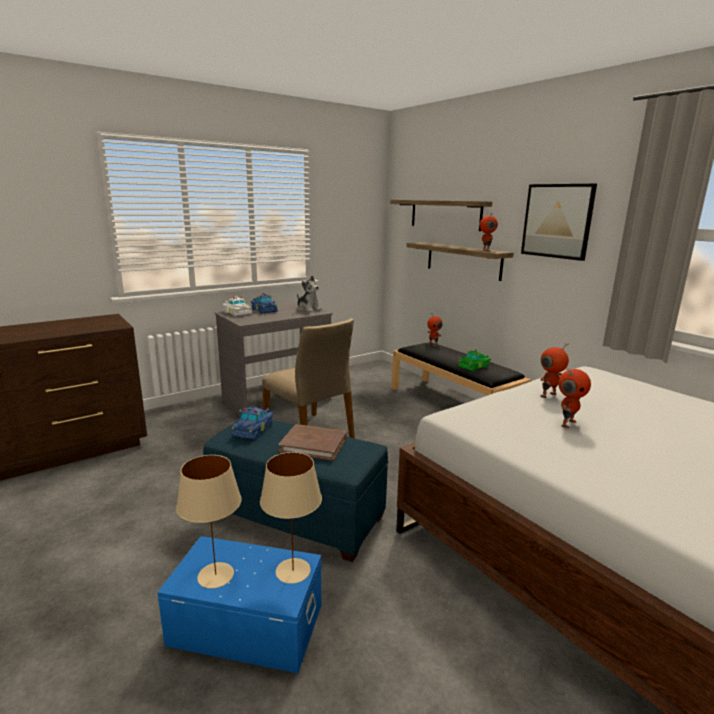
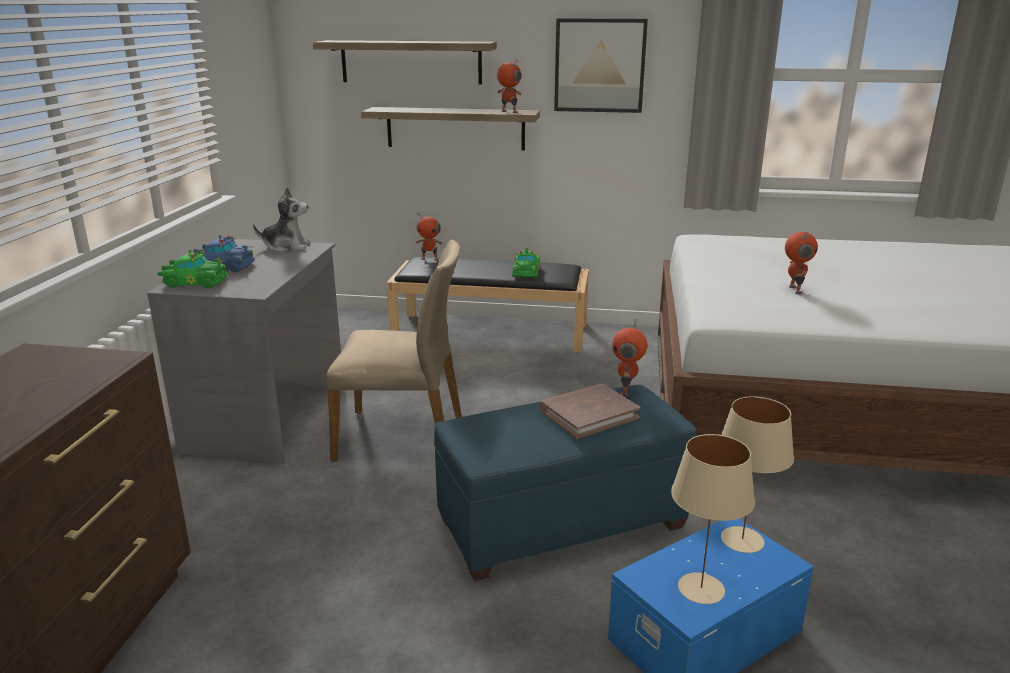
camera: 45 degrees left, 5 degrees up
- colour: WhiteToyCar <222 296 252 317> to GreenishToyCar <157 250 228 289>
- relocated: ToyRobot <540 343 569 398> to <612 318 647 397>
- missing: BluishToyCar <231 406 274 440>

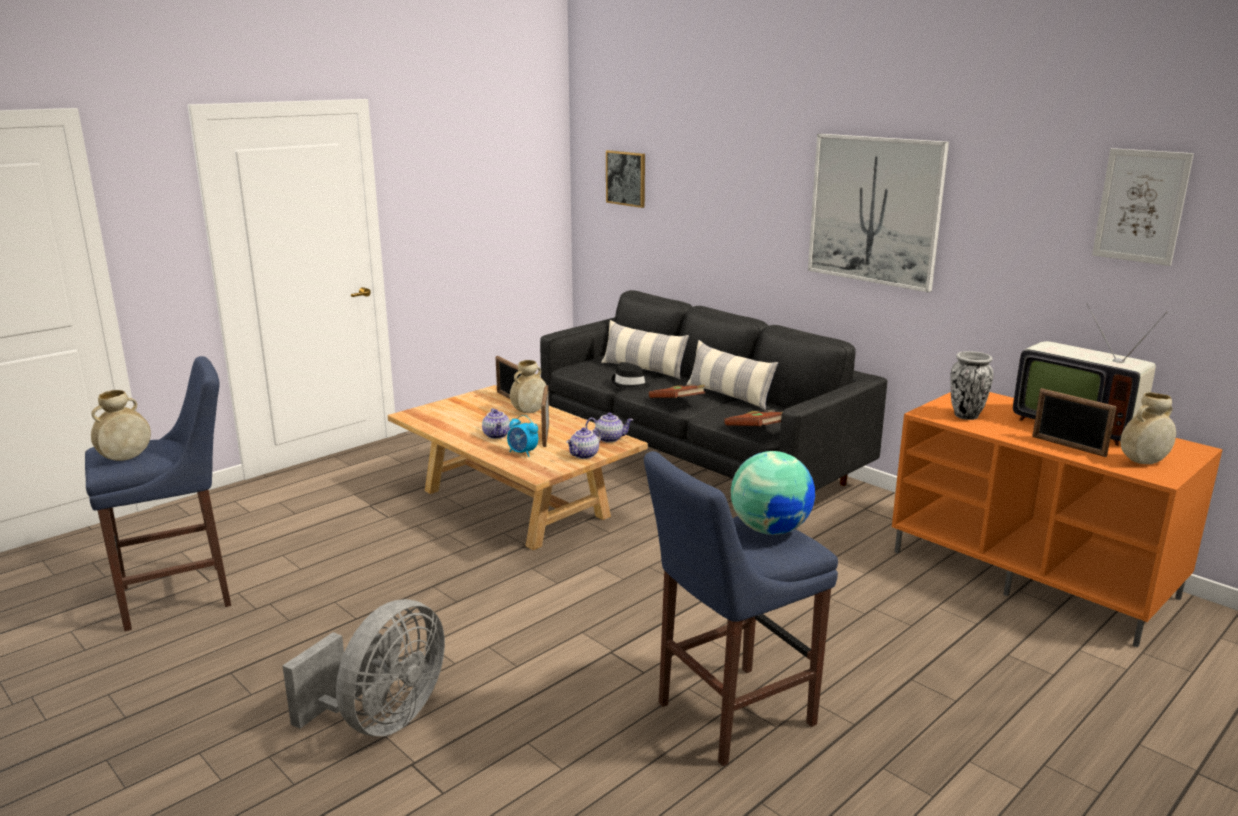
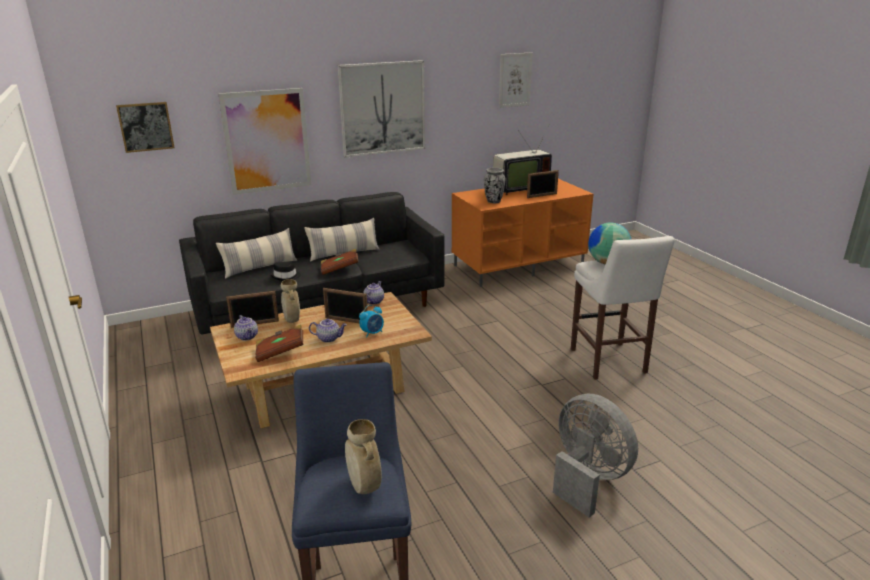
camera: 70 degrees left, 5 degrees up
- appeared: WallPicture <218 88 311 195>
- relocated: PotForTea <566 427 601 459> to <234 315 258 341>
- relocated: BrownColouredBook <724 410 783 426> to <255 325 303 362>
- colour: BluishStoolSeat <644 451 838 766> to WhiteStoolSeat <571 236 675 380>
- missing: SandColouredVase <1121 392 1176 464>

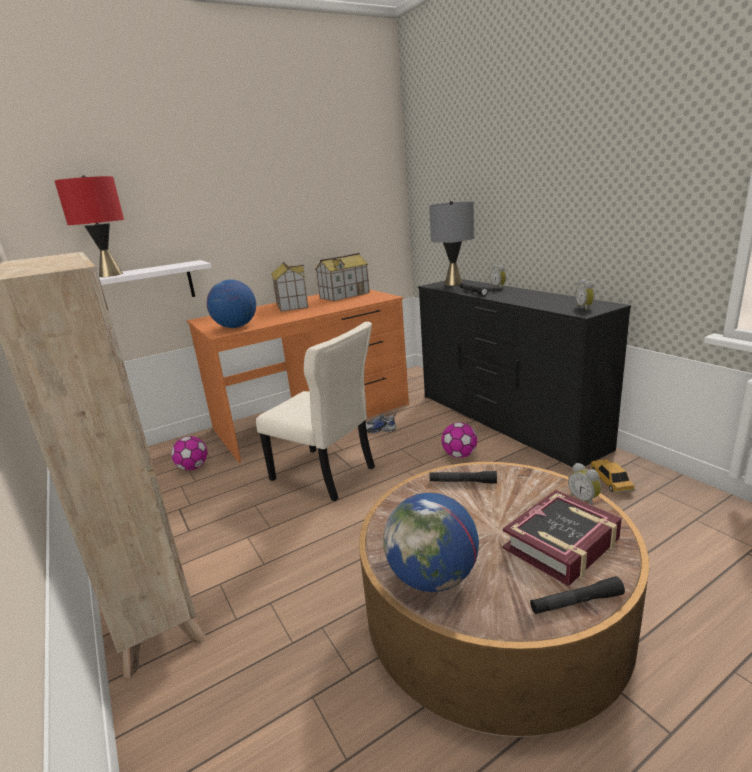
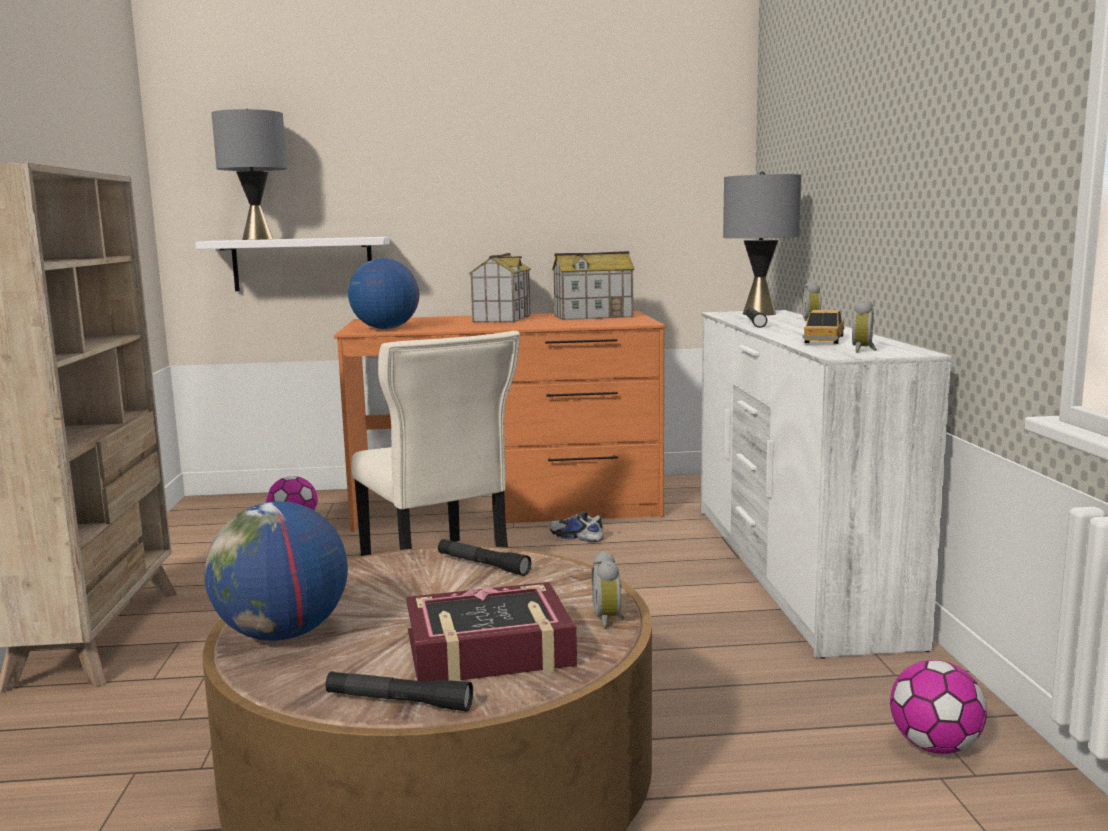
camera: 25 degrees right, 10 degrees down
- colour: ReddishLampForATable <55 175 124 277> to GreyishLampForATable <212 109 287 240>
- colour: BlackishDresser <418 279 631 467> to WhiteDresser <701 310 952 659>
- relocated: ToyCar <590 460 635 494> to <802 310 844 344>
- relocated: Football <441 422 477 458> to <890 660 987 754>

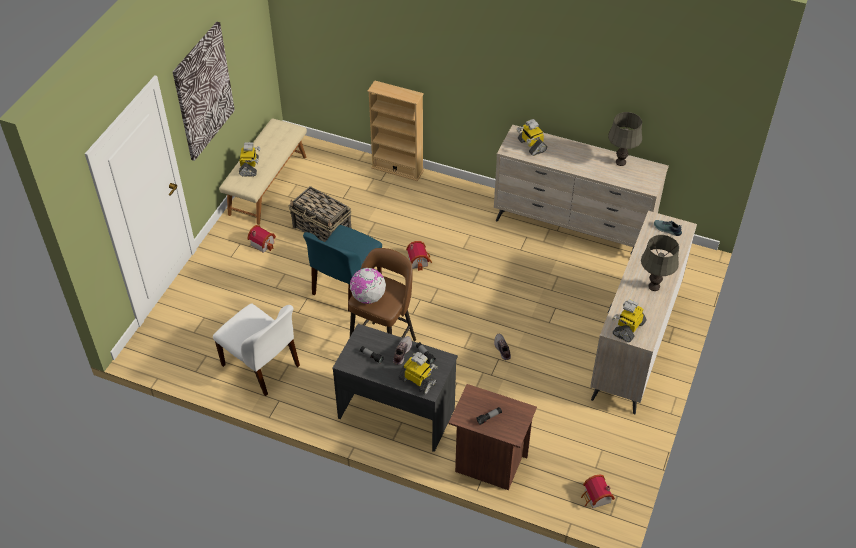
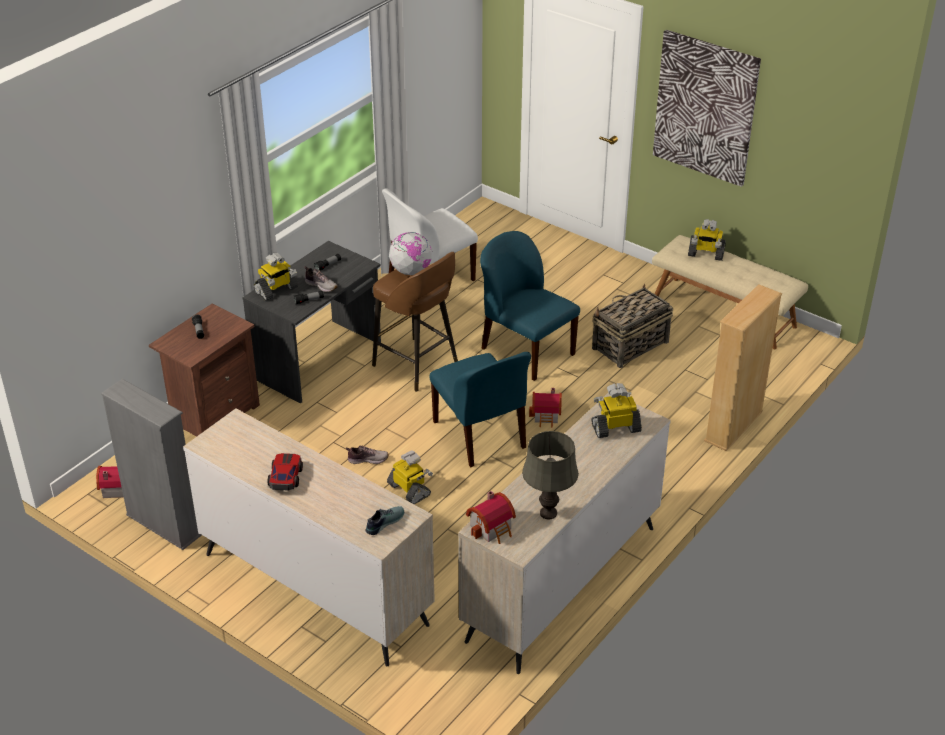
camera: 105 degrees right, 10 degrees down
- appeared: GreyishShelvingUnit <101 379 202 550>
- exchanged: GreyishLampForATable <641 235 679 291> to ToyCar <267 453 303 491>
- relocated: ToyRobot <612 299 646 342> to <387 450 433 504>
- appeared: BluishPlainChair <429 352 531 467>
- relocated: MiniatureHouse <248 225 276 253> to <466 491 516 544>

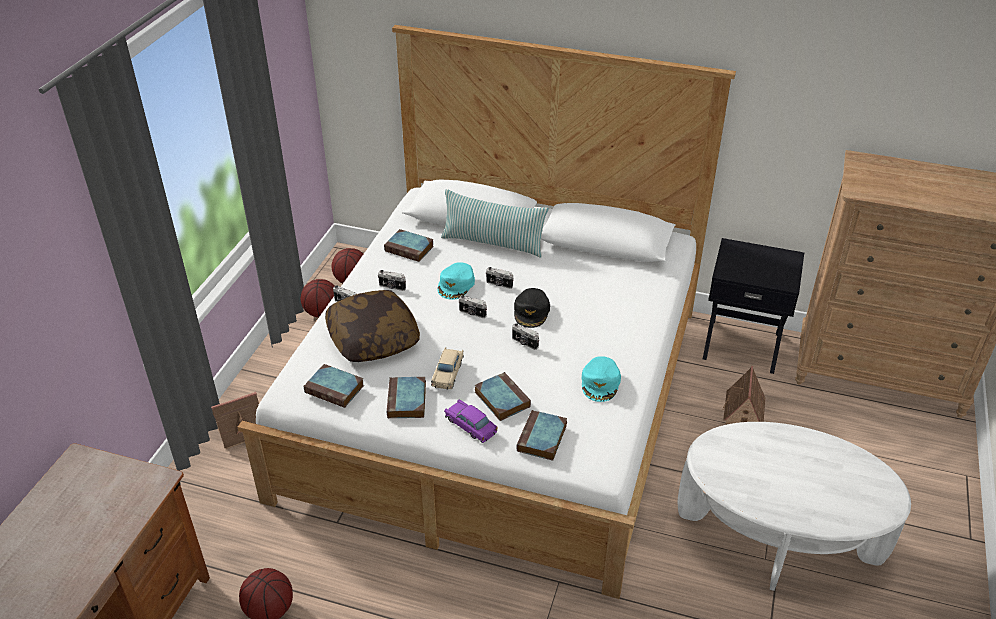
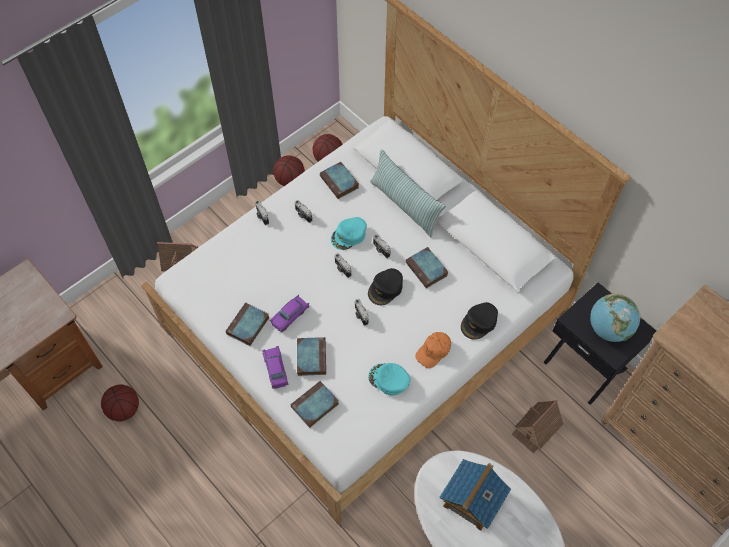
camera: 30 degrees right, 20 degrees up
- colour: SandColouredToyCar <431 347 464 390> to PurpleColouredToyCar <270 295 309 332>
- spun: TurquoiseColouredPeakedCap <582 356 621 402> = <368 363 411 395> 75 degrees clockwise
- relocated: Book <304 364 364 408> to <406 247 448 288>
- appeared: OrangeColouredPeakedCap <415 332 451 368>
- appeared: MiniatureHouse <440 459 511 531>
- appeared: BlackishPeakedCap <461 302 498 340>
- appeared: DeskGlobe <590 293 640 342>
- missing: Pillow <325 290 420 362>

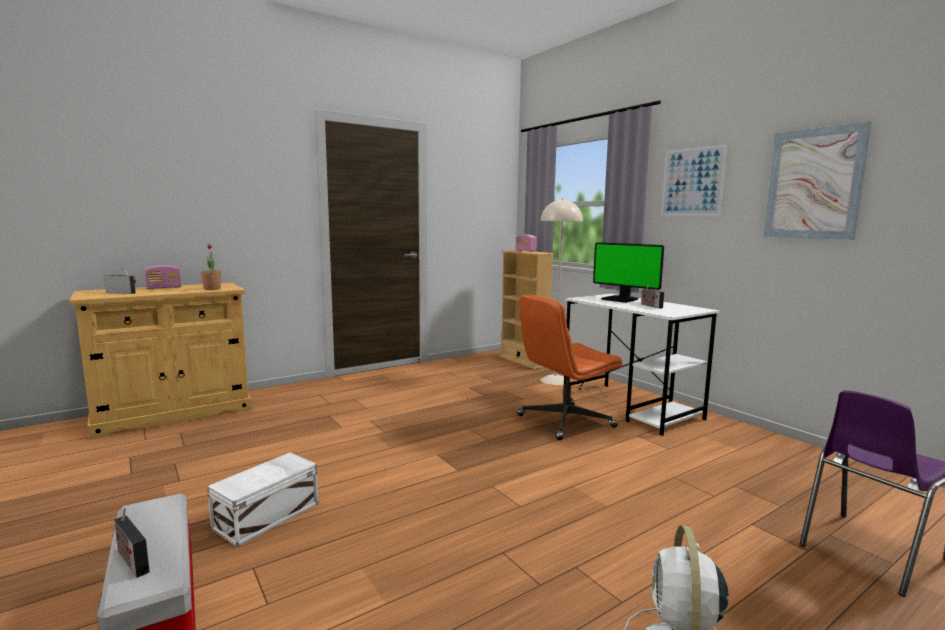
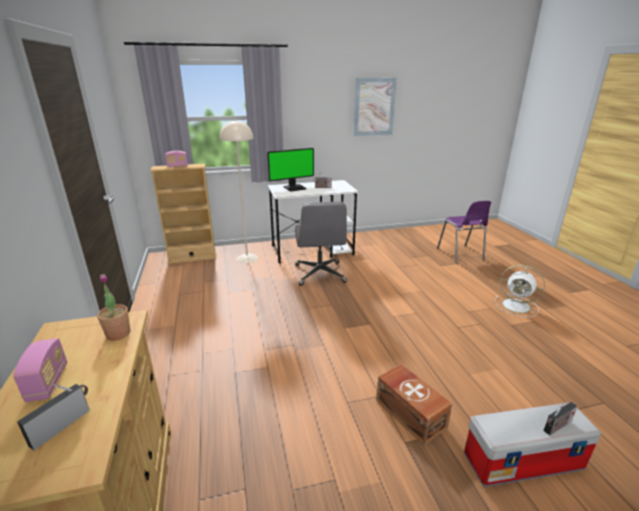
camera: 70 degrees left, 15 degrees up
- colour: OrangeColouredDeskChair <517 294 623 440> to GreyishDeskChair <295 202 347 286>
- colour: WhiteStorageContainer <207 453 319 547> to BrownColouredStorageContainer <376 364 452 445>
- missing: WallPicture <661 144 727 216>

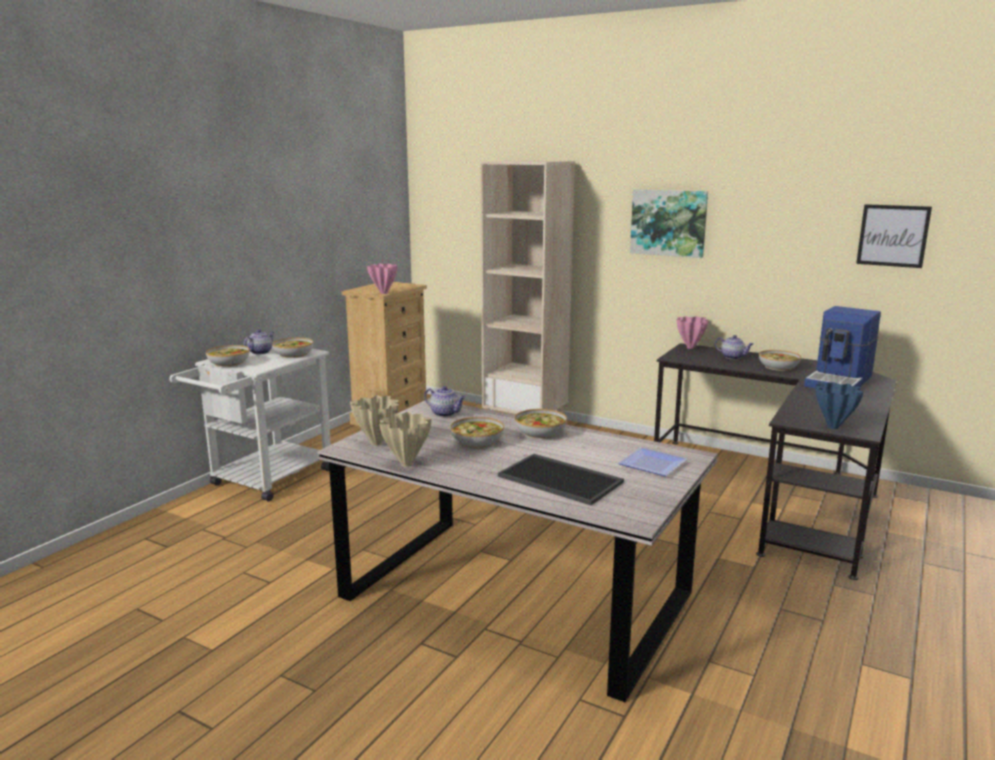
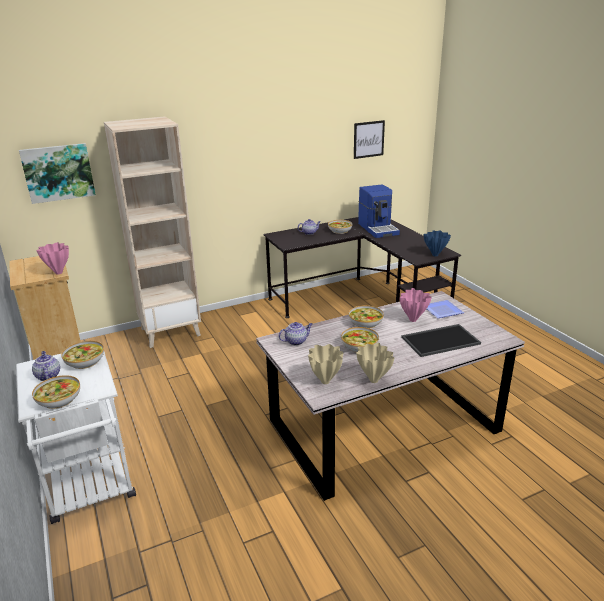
camera: 55 degrees left, 10 degrees up
- relocated: WallPicture <630 189 708 258> to <19 143 96 204>
- relocated: PinkColouredVase <677 316 708 349> to <400 288 432 322>

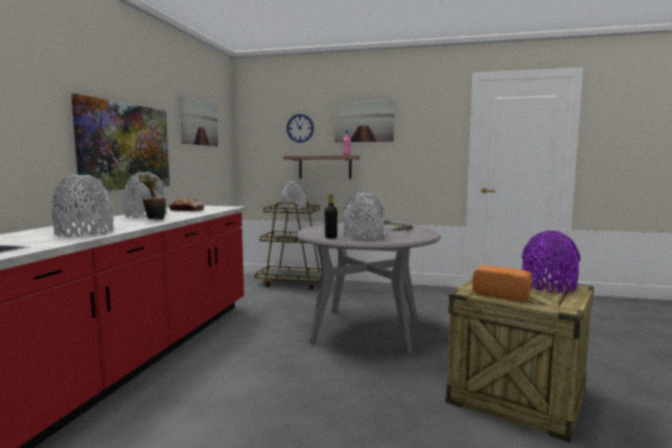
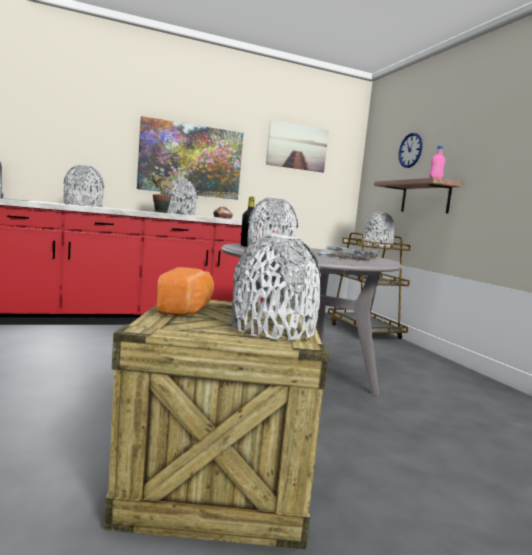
camera: 55 degrees right, 0 degrees up
- colour: PurpleColouredVase <522 231 580 293> to GreyishVase <232 234 321 341>
- missing: WallPicture <335 100 394 142>

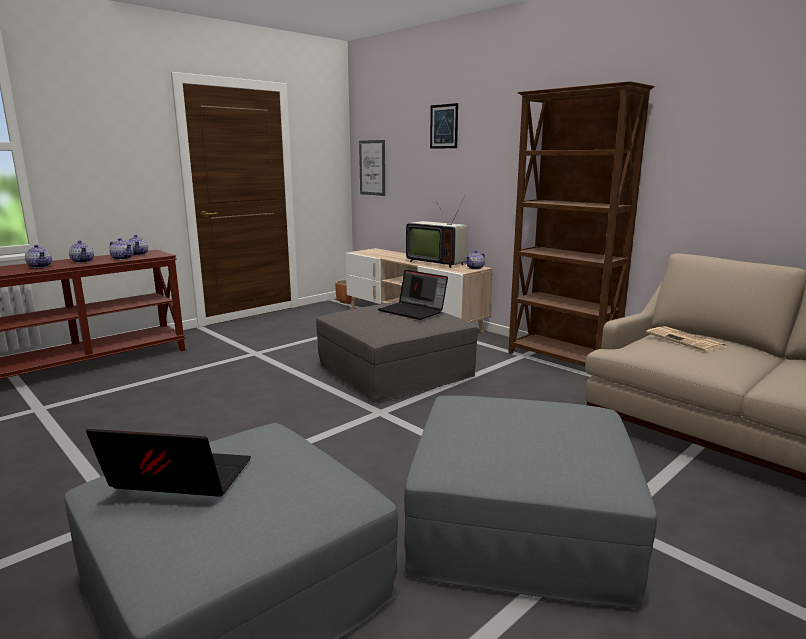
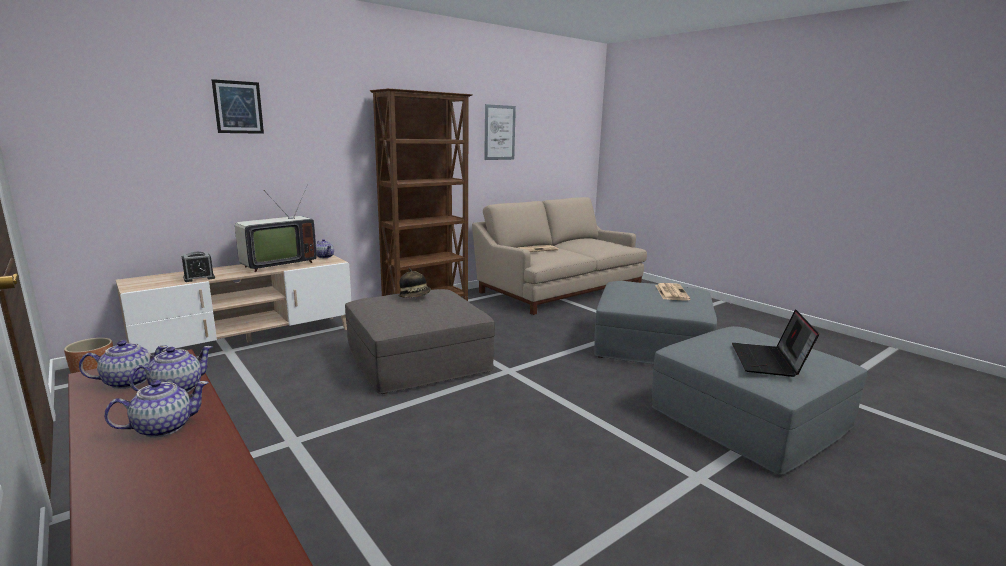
camera: 85 degrees left, 0 degrees up
- appeared: TableClock <182 252 215 282>
- exchanged: PortableComputer <378 270 448 320> to Hat <399 268 431 298>
- relocated: WallPicture <359 140 385 196> to <484 104 516 160>
- appeared: PrintedPaper <655 283 690 301>
- missing: PotForTea <25 245 52 268>

